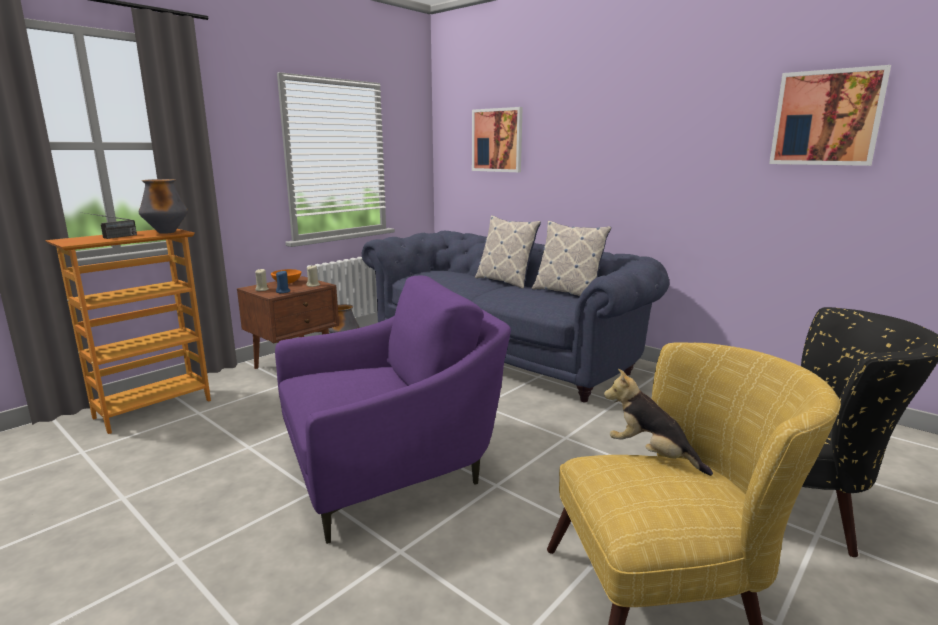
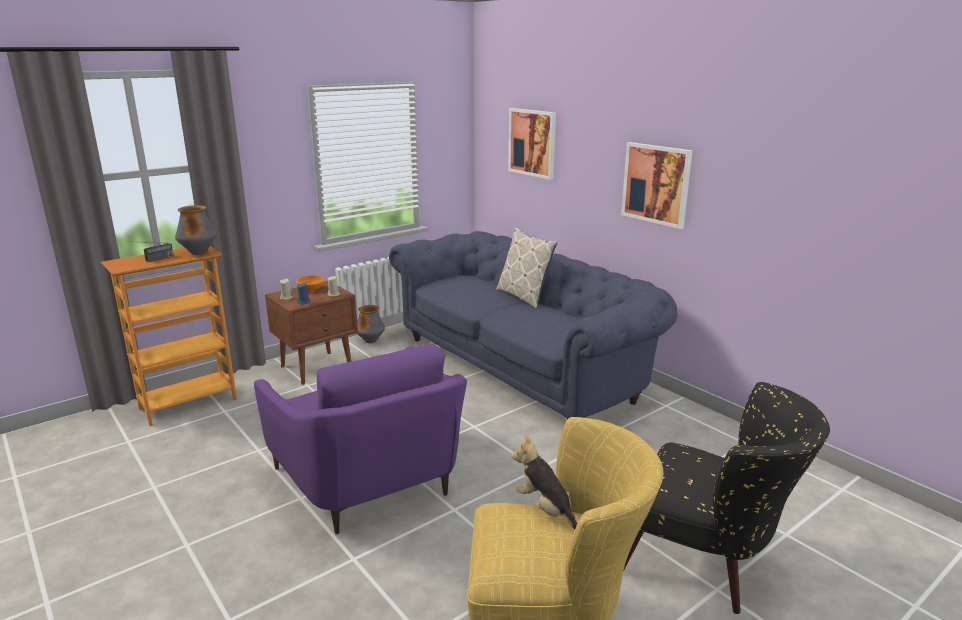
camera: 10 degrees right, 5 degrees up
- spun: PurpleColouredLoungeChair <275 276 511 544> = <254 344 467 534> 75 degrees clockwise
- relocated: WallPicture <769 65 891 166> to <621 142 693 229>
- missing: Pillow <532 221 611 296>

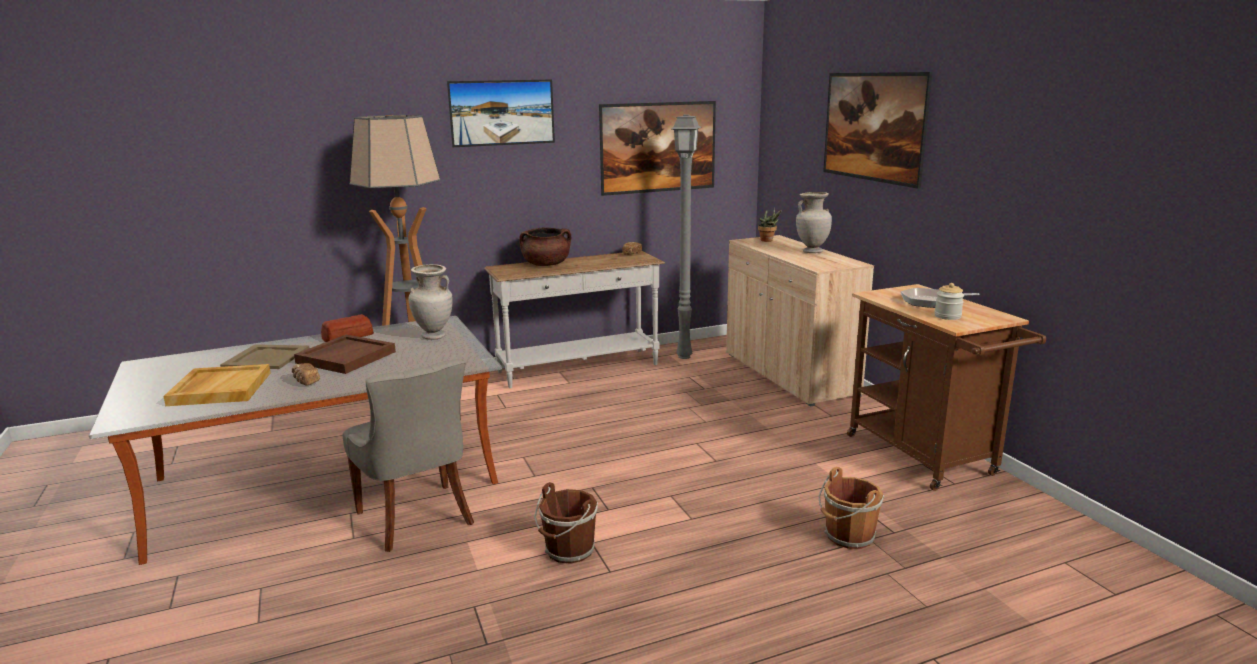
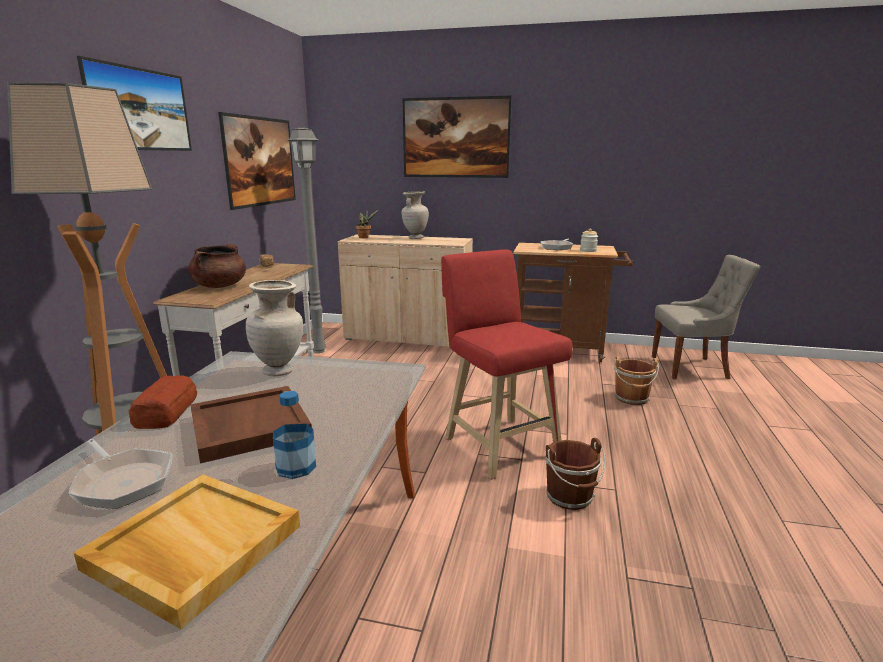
camera: 55 degrees left, 0 degrees up
- exchanged: SandColouredTray <220 344 310 369> to Pan <68 439 172 509>
- exchanged: BakedBread <292 363 320 385> to BeverageBottle <273 391 316 479>
- appeared: ReddishStoolSeat <441 249 573 480>
- relocated: GreyishPlainChair <343 359 474 552> to <652 255 760 380>

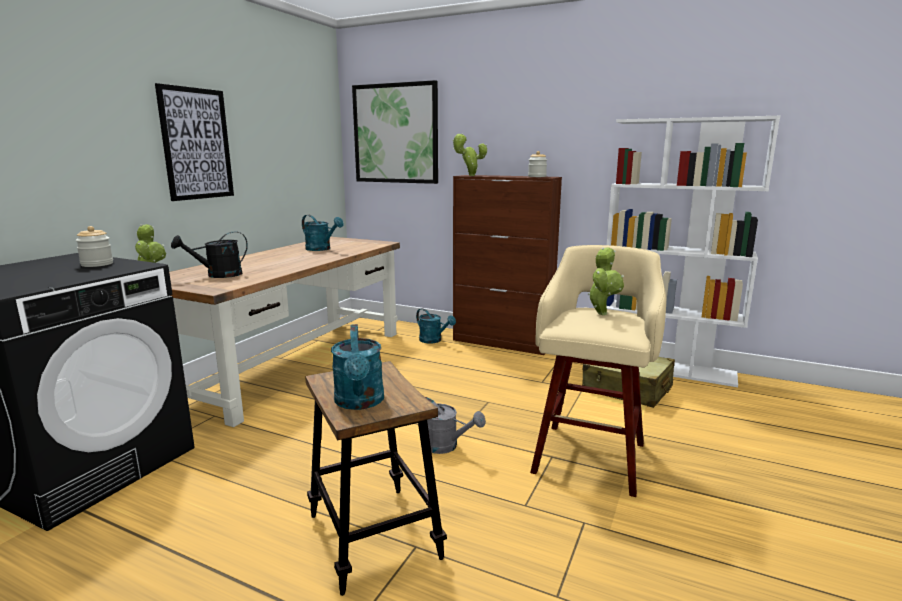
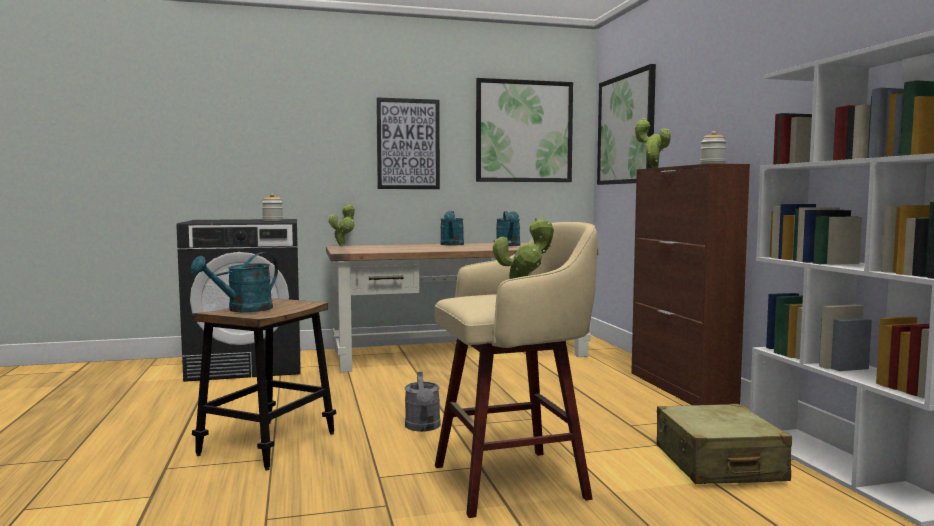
camera: 50 degrees right, 10 degrees down
- relocated: TurquoiseColouredSprinklingCan <416 308 456 343> to <440 211 464 246>
- appeared: WallPicture <476 78 573 182>
- missing: BlackishSprinklingCan <171 231 248 278>

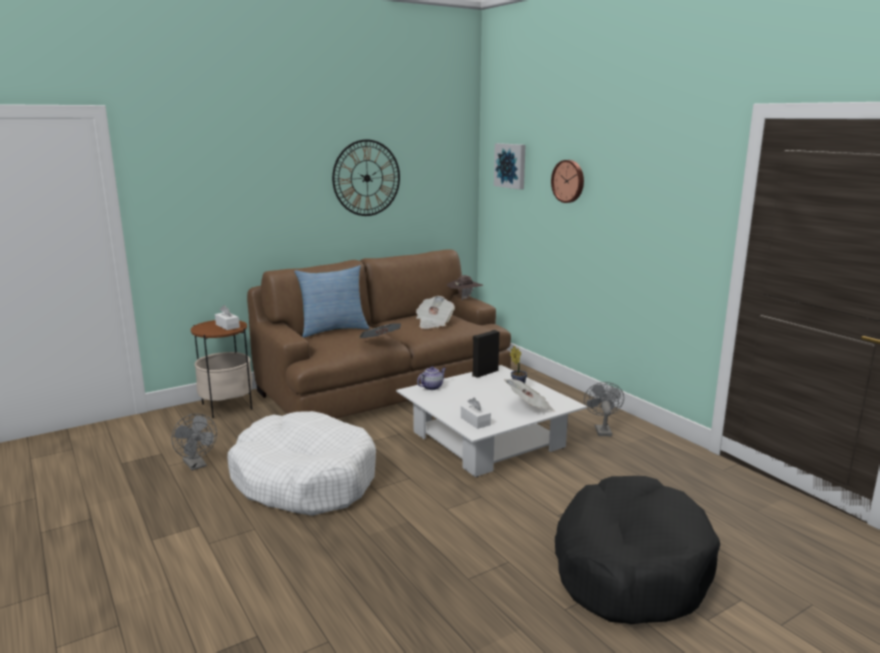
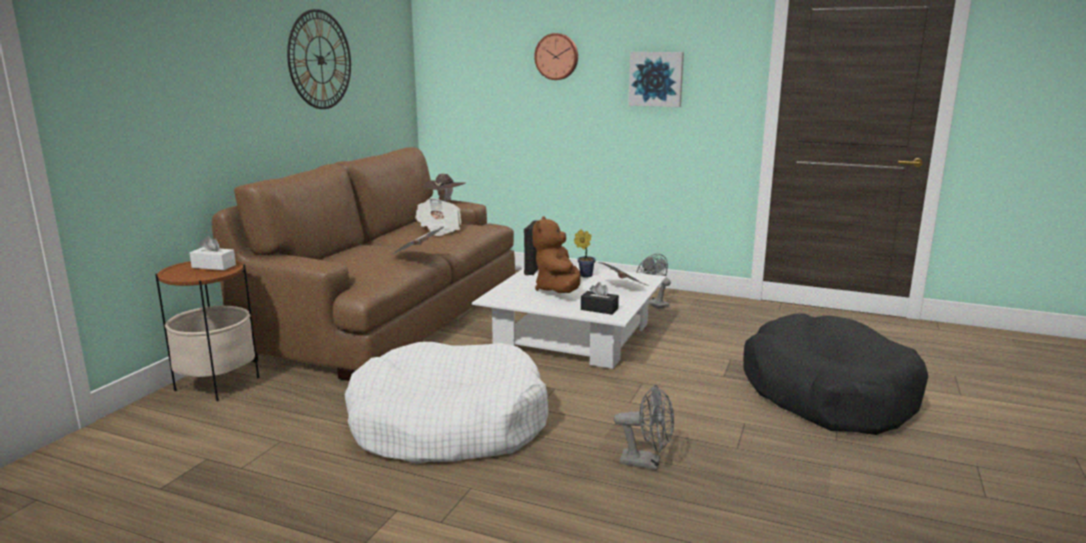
camera: 35 degrees left, 0 degrees up
- appeared: BrownColouredSoftToy <532 216 581 293>
- colour: WhiteTissueBox <461 397 491 429> to BlackishTissueBox <581 282 619 315>
- relocated: GreyishFan <171 414 217 471> to <614 385 674 470>
- relocated: WallPicture <494 143 525 190> to <628 52 684 107>
- missing: Pillow <294 265 370 338>
- missing: PotForTea <417 367 446 390>

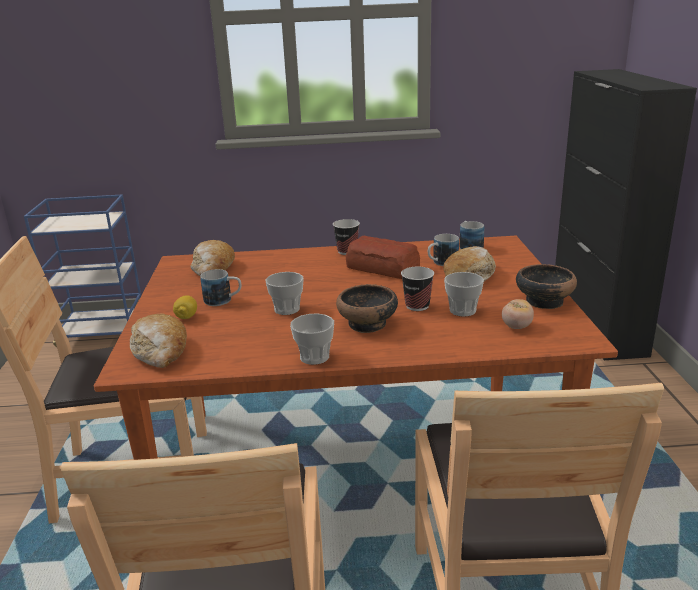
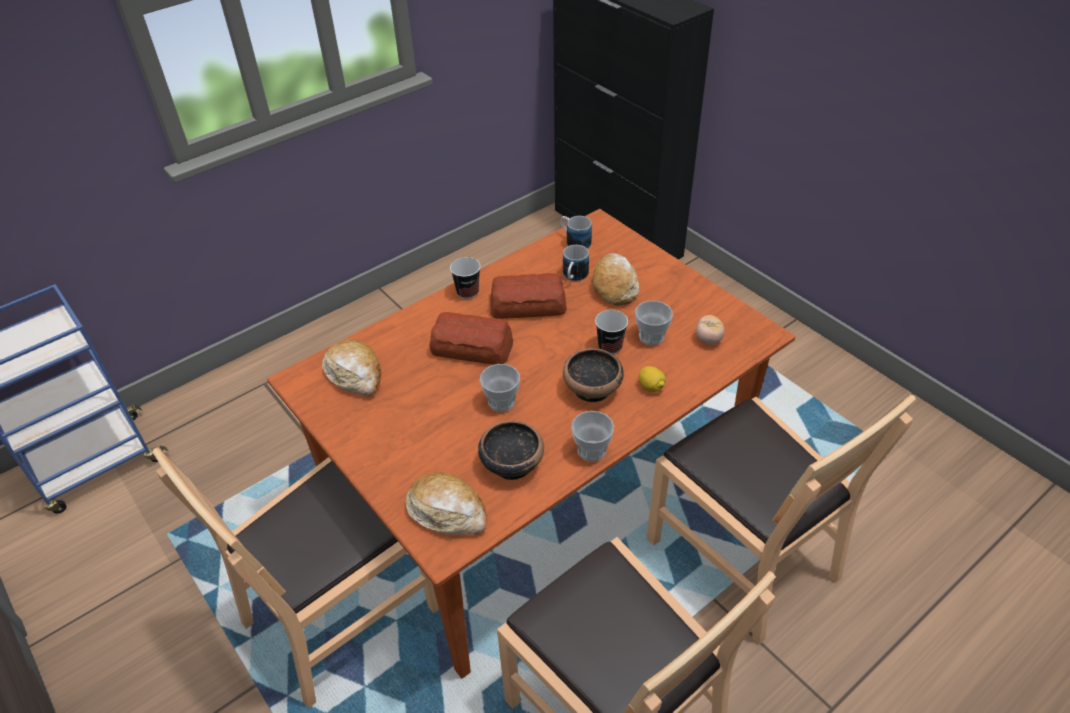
camera: 35 degrees left, 20 degrees up
- appeared: BakedBread <429 312 513 365>
- relocated: DeepDish <516 264 577 309> to <478 421 544 480>
- relocated: WholeLemon <173 296 197 319> to <638 366 666 392>
- missing: Mug <200 269 242 306>

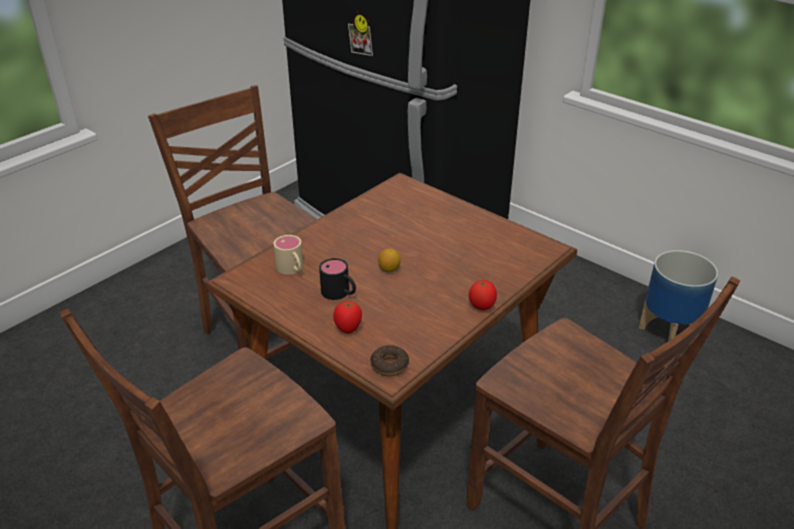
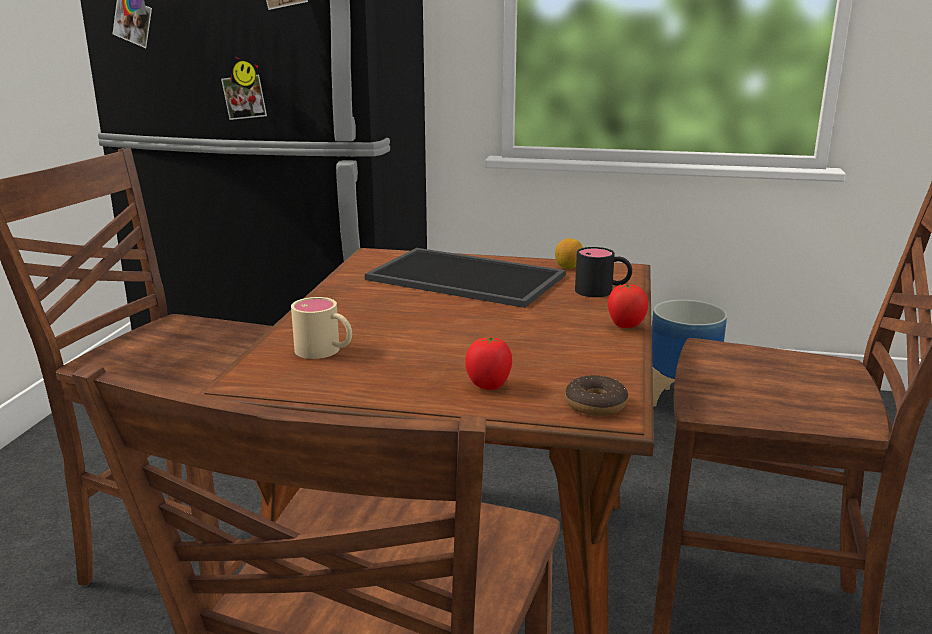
camera: 30 degrees left, 15 degrees down
- appeared: Tray <365 248 566 308>
- relocated: WholeLemon <378 249 401 273> to <555 238 583 269>
- relocated: BlackishMug <319 258 356 300> to <575 247 632 297>

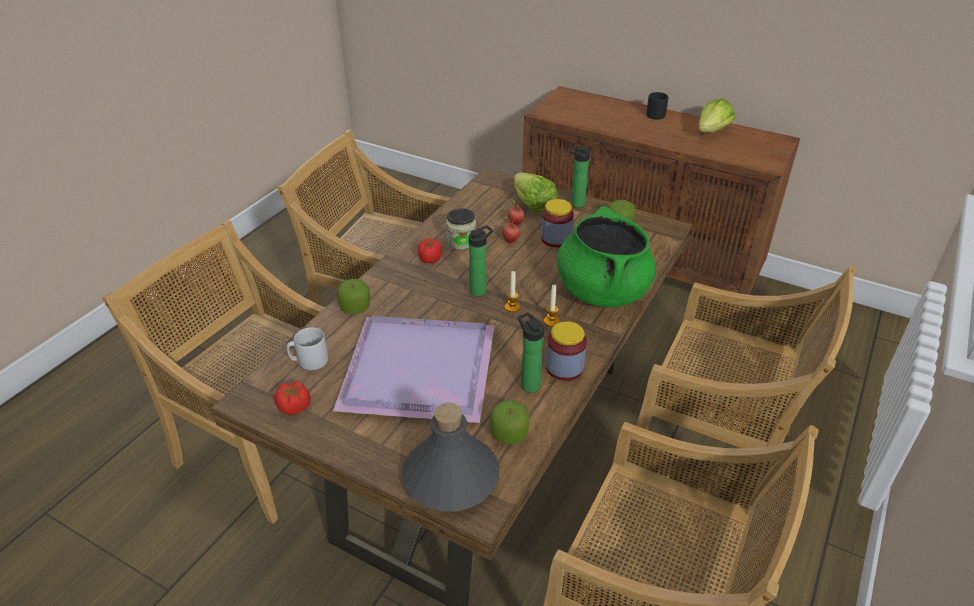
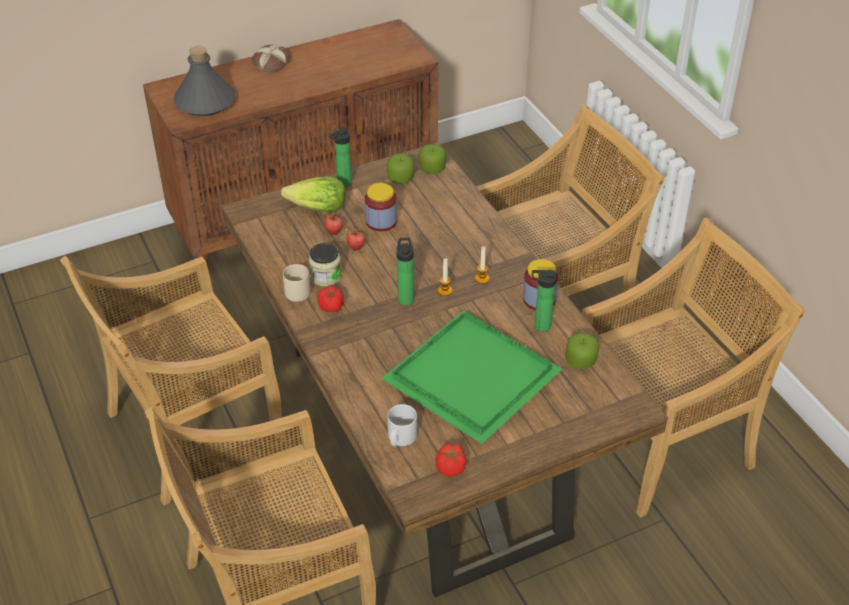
camera: 55 degrees left, 5 degrees up
- relocated: GreyishBeverageBottle <402 403 499 512> to <173 46 236 116>
- exchanged: BlackishMug <646 92 668 120> to BakedBread <252 44 291 72>
- appeared: SandColouredMug <283 264 311 302>
- colour: PurpleColouredTray <333 316 494 423> to GreenishTray <381 311 562 444>
- relocated: AppleFruit <337 279 370 314> to <418 144 447 174>
- missing: GreenishCookingPot <557 206 656 307>
- missing: LettuceHead <698 99 735 133>

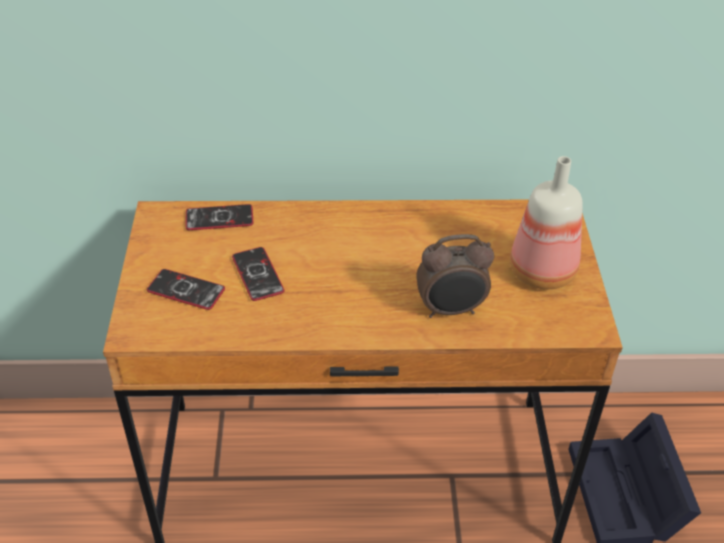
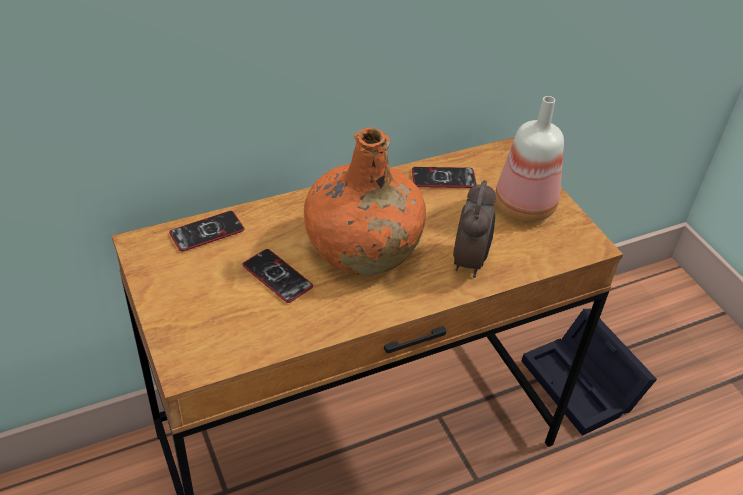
camera: 25 degrees left, 0 degrees up
- appeared: OrangeColouredBeverageBottle <304 127 426 276>
- relocated: Handset <147 269 225 310> to <412 167 477 188>
- spun: TableClock <416 234 494 318> = <453 180 496 278> 45 degrees counterclockwise

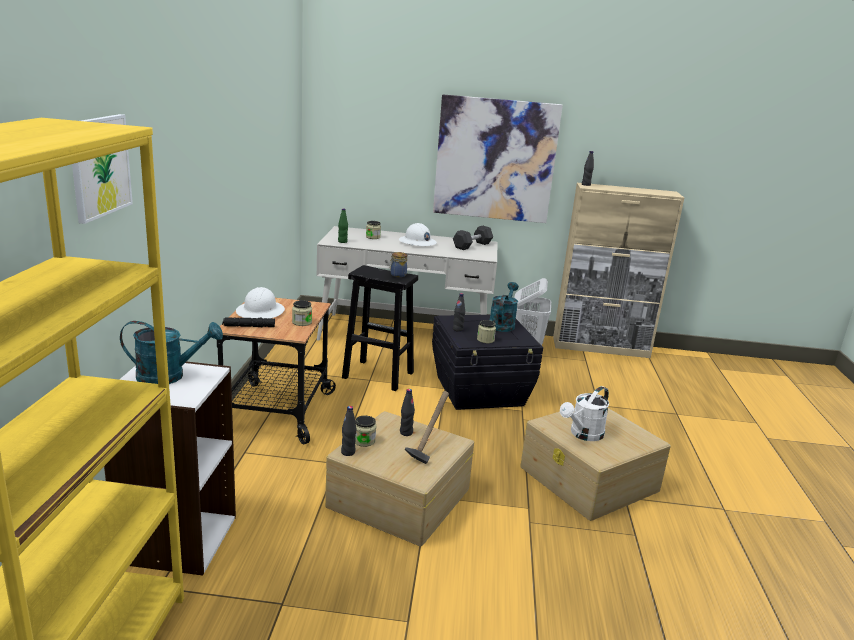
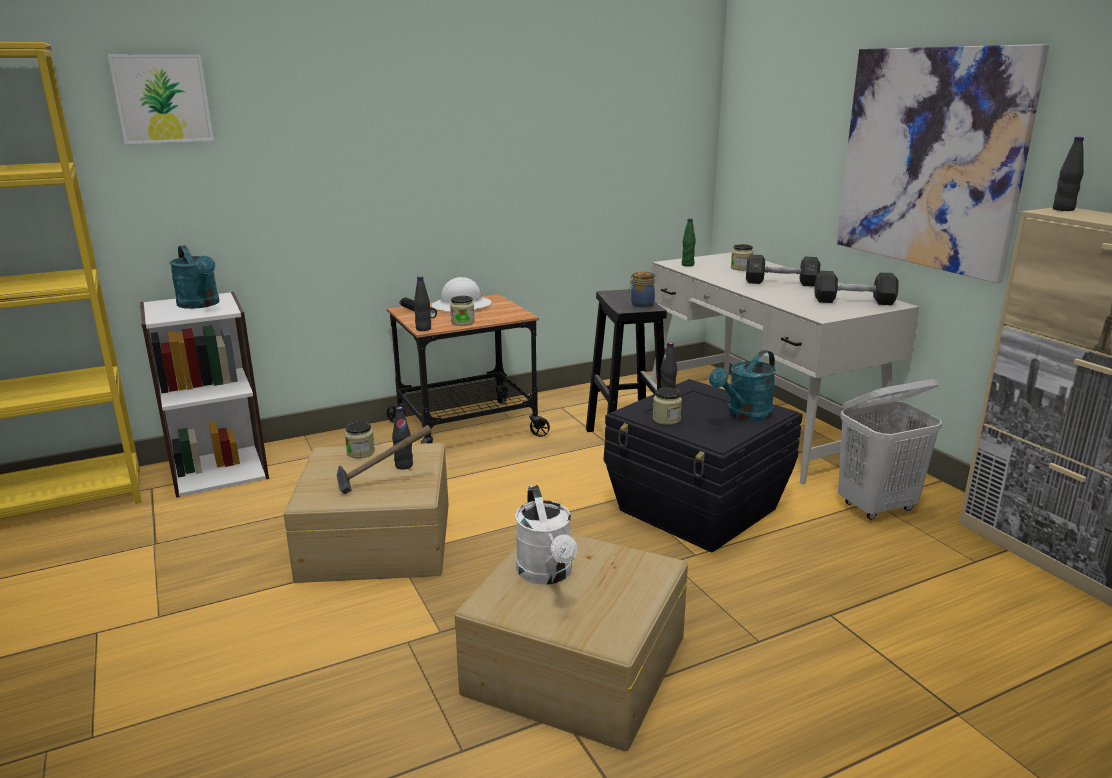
camera: 60 degrees right, 0 degrees up
- relocated: BlackishBeverageBottle <341 406 356 456> to <414 276 431 331>
- spun: WhiteSprinklingCan <560 386 609 441> = <515 485 577 585> 120 degrees counterclockwise
- spun: TurquoiseColouredSprinklingCan <490 282 519 332> = <709 350 776 421> 150 degrees clockwise
- exchanged: WhiteWorkHelmet <399 223 437 246> to BlackishDumbbell <746 254 820 287>

